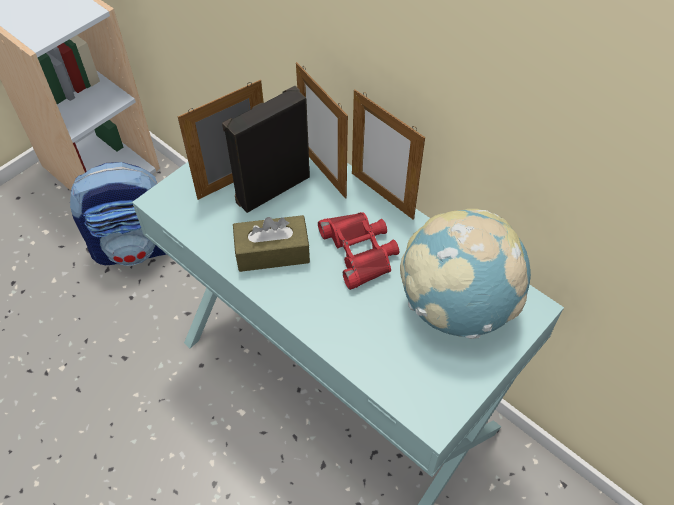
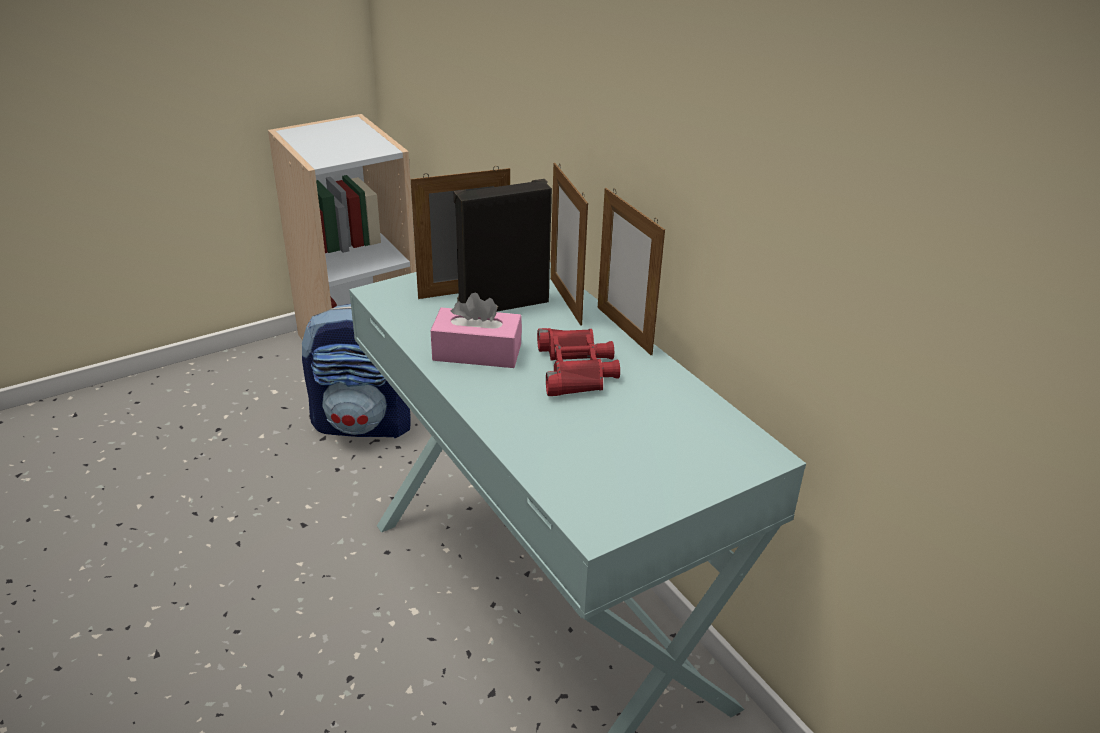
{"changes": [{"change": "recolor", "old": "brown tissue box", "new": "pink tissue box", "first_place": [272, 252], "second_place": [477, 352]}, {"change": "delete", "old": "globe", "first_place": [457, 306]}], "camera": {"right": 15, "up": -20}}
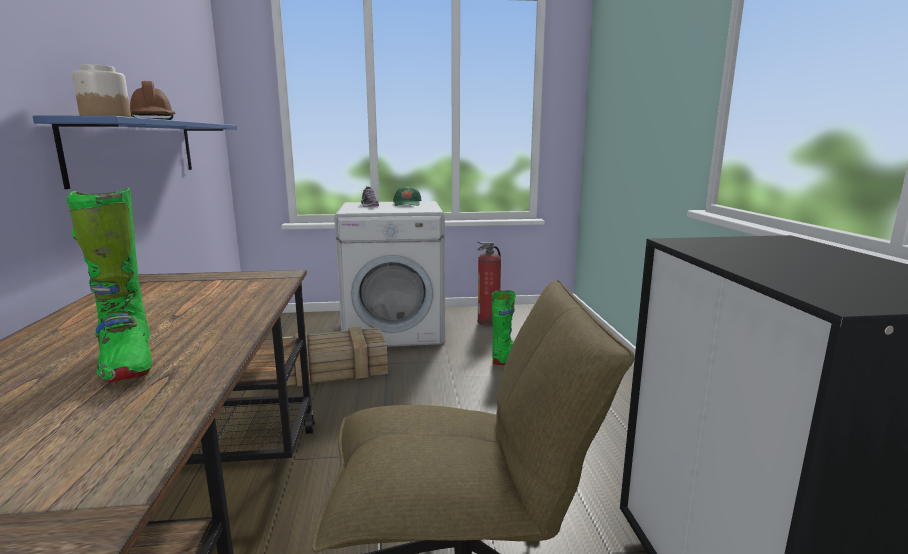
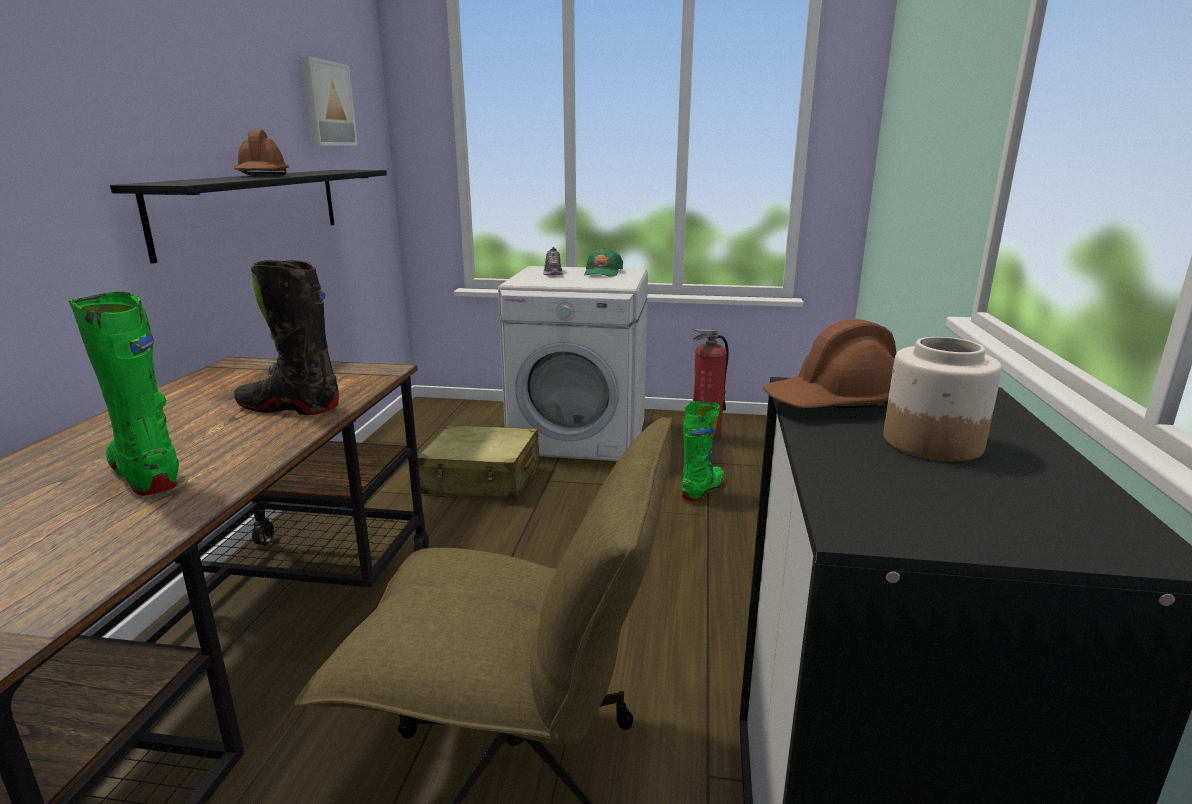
{"changes": [{"change": "recolor", "old": "blue shelf", "new": "black shelf", "first_place": [138, 149], "second_place": [254, 208]}, {"change": "rotate", "old": "green boot", "first_place": [127, 364], "second_place": [146, 475], "degrees": 150}, {"change": "move", "old": "jar", "first_place": [105, 117], "second_place": [930, 442]}, {"change": "replace", "old": "crate", "new": "beige suitcase", "first_place": [333, 369], "second_place": [482, 479]}, {"change": "insert", "new": "black boot", "second_place": [289, 408]}, {"change": "insert", "new": "picture", "second_place": [326, 104]}, {"change": "insert", "new": "brown hard hat", "second_place": [833, 404]}], "camera": {"right": 15, "up": 5}}
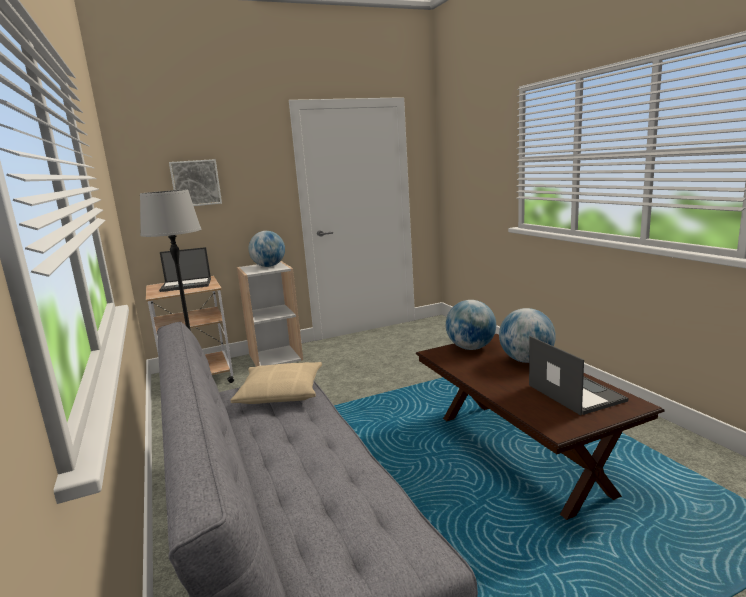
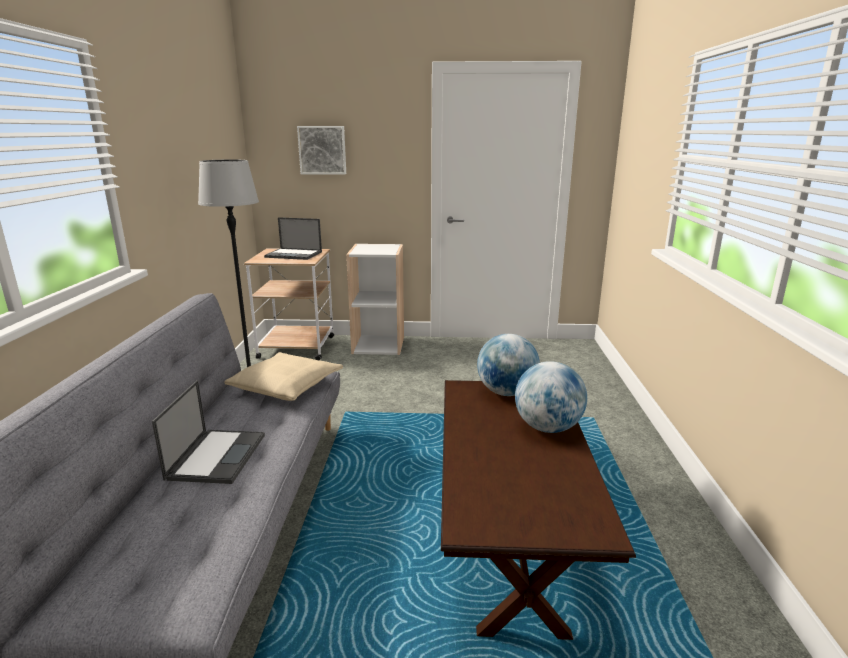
{"changes": [{"change": "delete", "old": "globe", "first_place": [269, 266]}, {"change": "move", "old": "laptop", "first_place": [574, 392], "second_place": [217, 455]}], "camera": {"right": 25, "up": 5}}
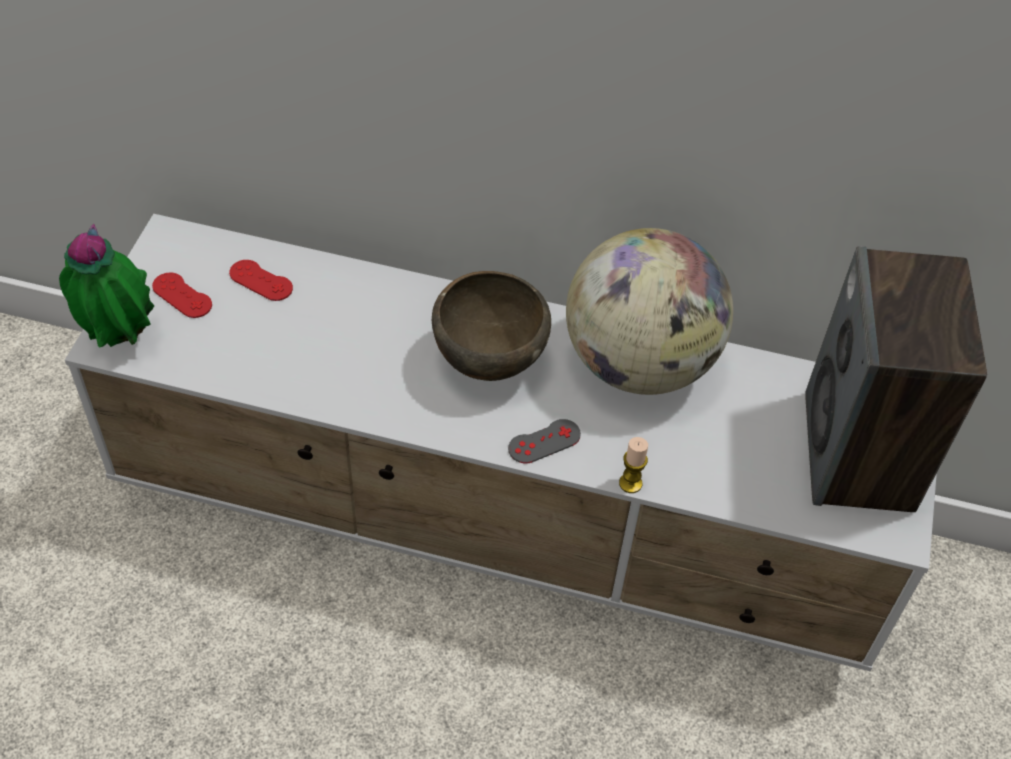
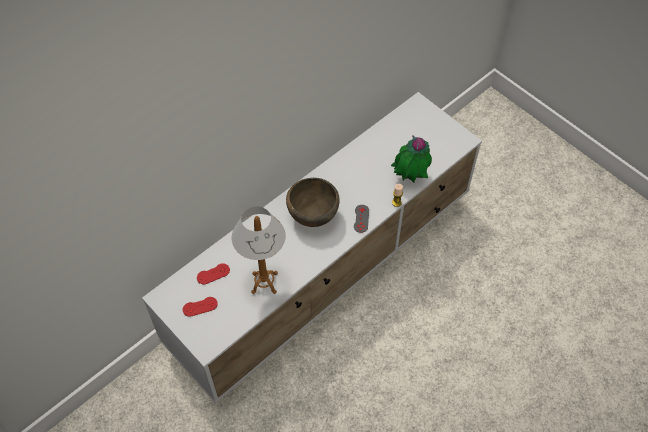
{"changes": [{"change": "move", "old": "potted plant", "first_place": [119, 339], "second_place": [409, 179]}, {"change": "delete", "old": "globe", "first_place": [639, 363]}, {"change": "delete", "old": "speaker", "first_place": [859, 453]}, {"change": "insert", "new": "table lamp", "second_place": [264, 283]}], "camera": {"right": -55, "up": 5}}
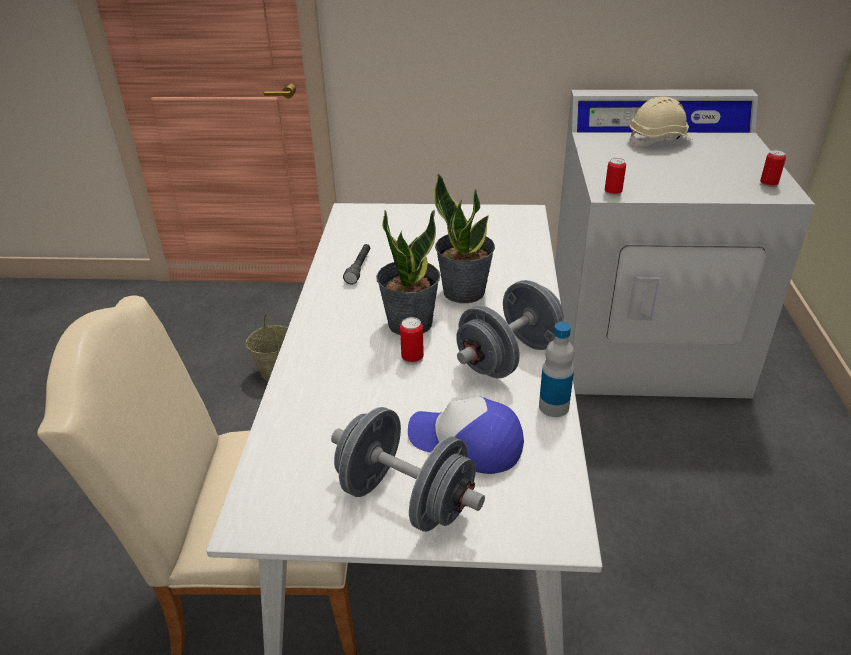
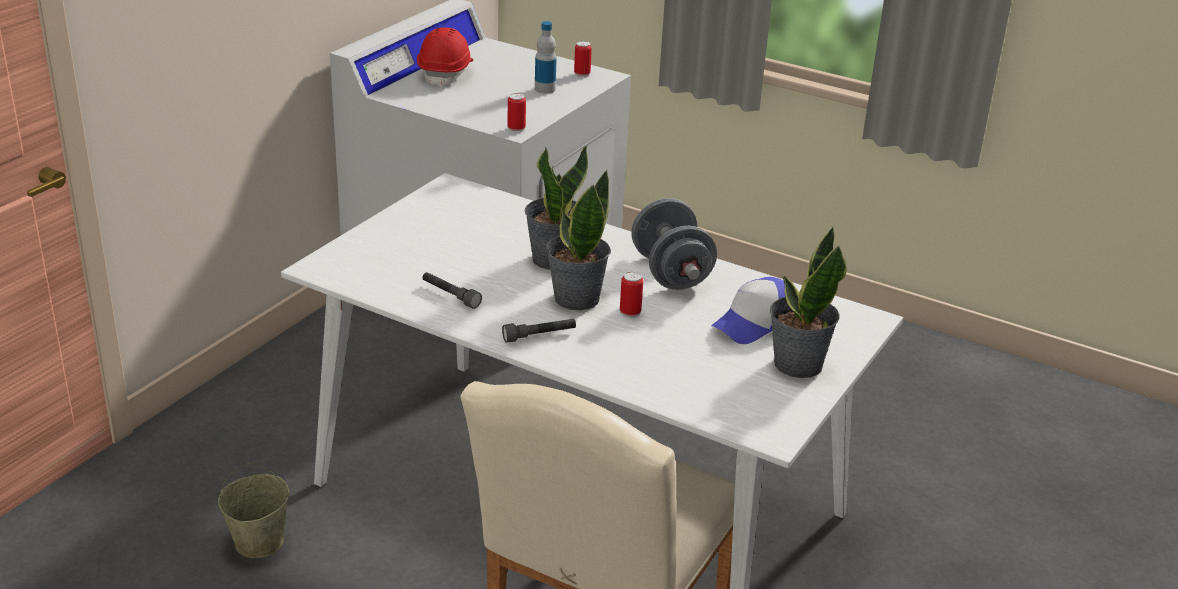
{"changes": [{"change": "replace", "old": "grey dumbbell", "new": "potted plant", "first_place": [406, 499], "second_place": [797, 364]}, {"change": "move", "old": "bottle", "first_place": [553, 406], "second_place": [545, 89]}, {"change": "recolor", "old": "beige hard hat", "new": "red hard hat", "first_place": [659, 140], "second_place": [446, 73]}, {"change": "insert", "new": "grey flashlight", "second_place": [539, 336]}], "camera": {"right": -65, "up": -5}}
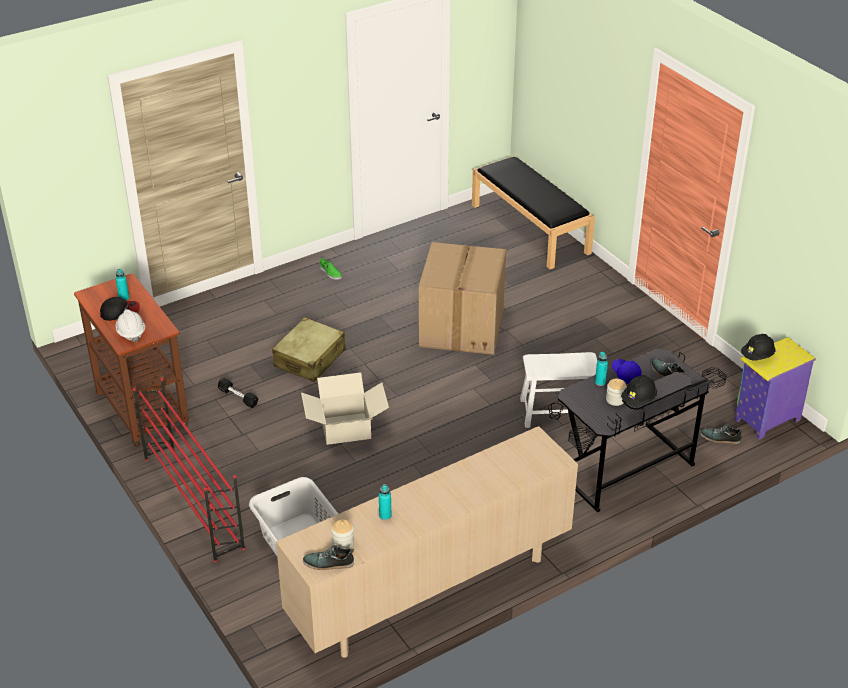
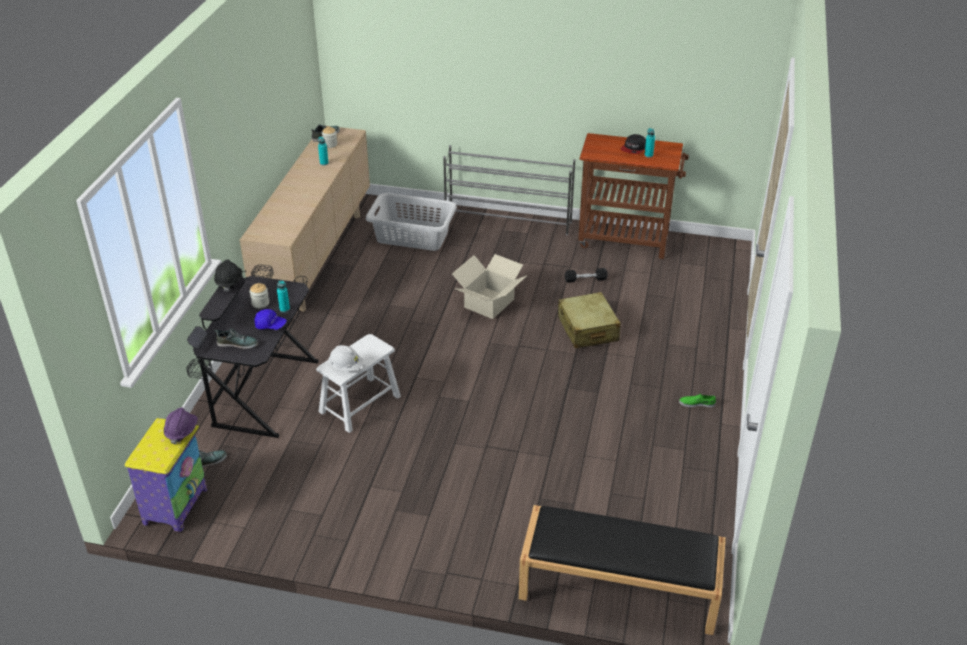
{"changes": [{"change": "move", "old": "white hard hat", "first_place": [131, 333], "second_place": [346, 367]}, {"change": "recolor", "old": "red shoe rack", "new": "grey shoe rack", "first_place": [193, 502], "second_place": [508, 221]}, {"change": "delete", "old": "cardboard box", "first_place": [463, 328]}, {"change": "recolor", "old": "black hard hat", "new": "purple hard hat", "first_place": [757, 356], "second_place": [181, 432]}], "camera": {"right": 135, "up": 0}}
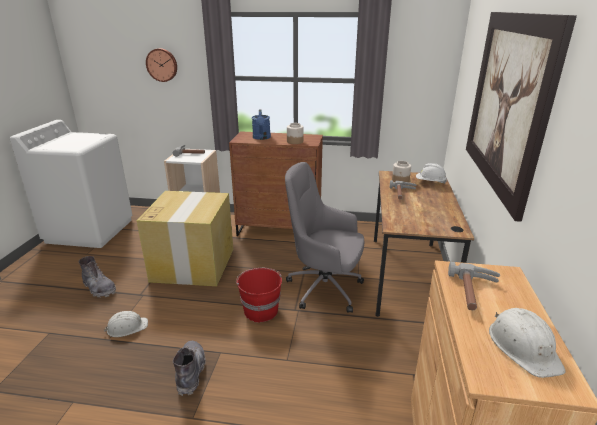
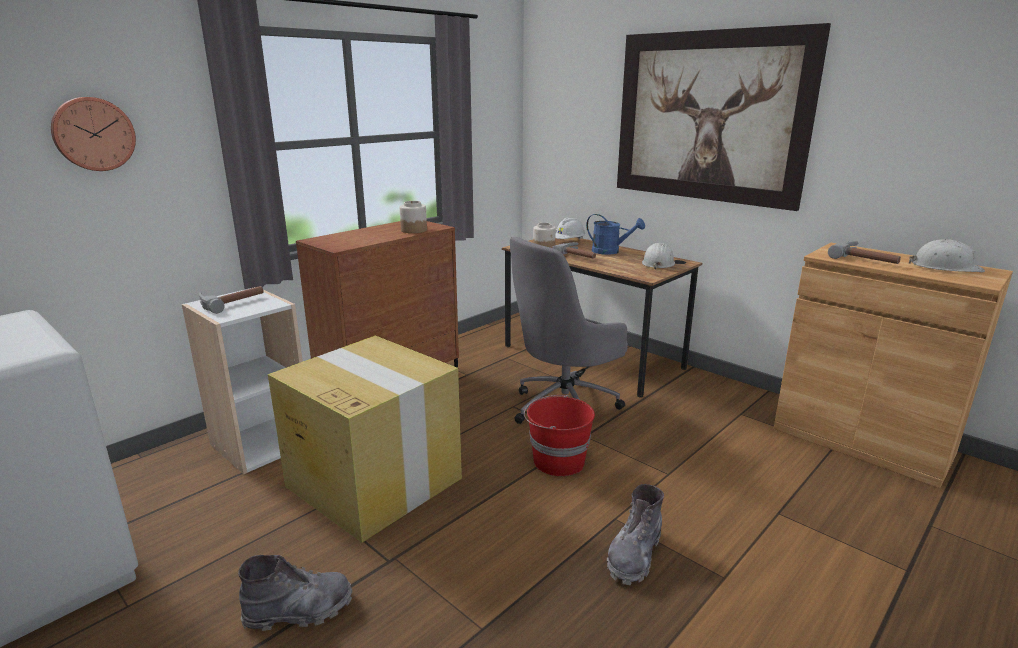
{"changes": [{"change": "move", "old": "white hard hat", "first_place": [127, 327], "second_place": [658, 263]}, {"change": "rotate", "old": "grey boot", "first_place": [190, 371], "second_place": [634, 555], "degrees": -90}, {"change": "move", "old": "blue watering can", "first_place": [261, 138], "second_place": [610, 251]}], "camera": {"right": -55, "up": -5}}
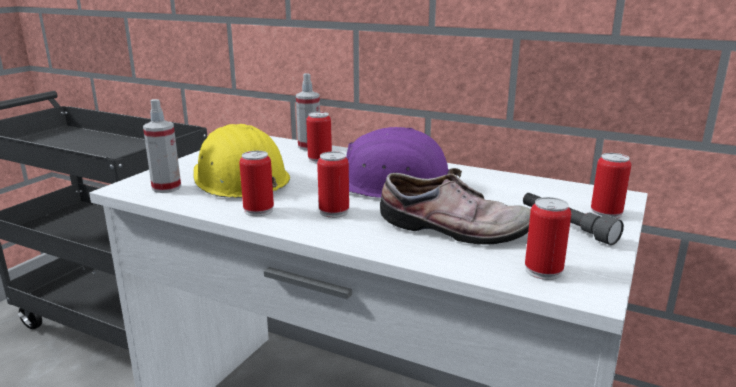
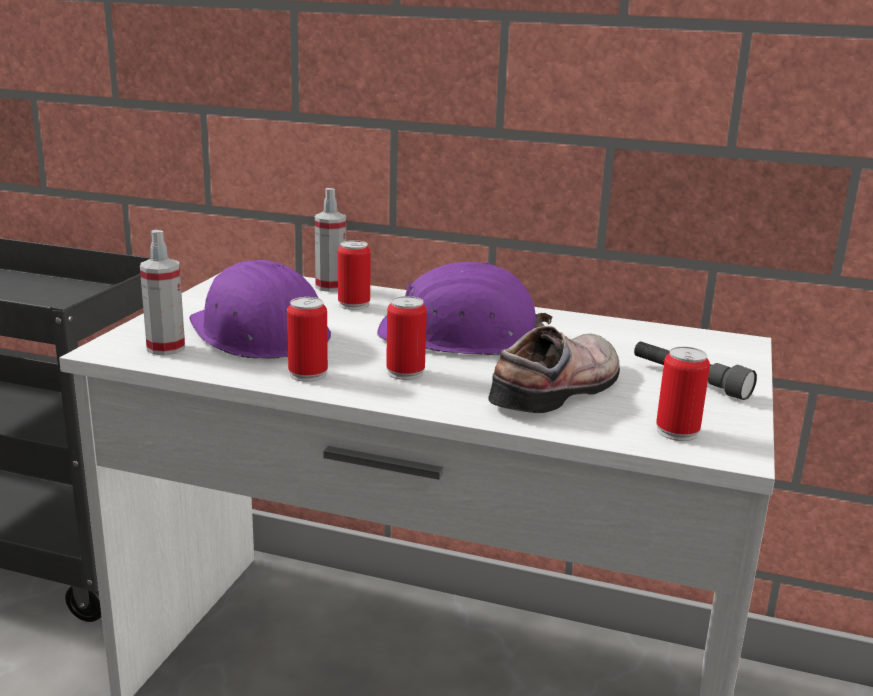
{"changes": [{"change": "recolor", "old": "yellow hard hat", "new": "purple hard hat", "first_place": [239, 179], "second_place": [259, 334]}, {"change": "rotate", "old": "shoe", "first_place": [454, 229], "second_place": [561, 389], "degrees": -60}, {"change": "delete", "old": "can", "first_place": [606, 213]}], "camera": {"right": -10, "up": 0}}
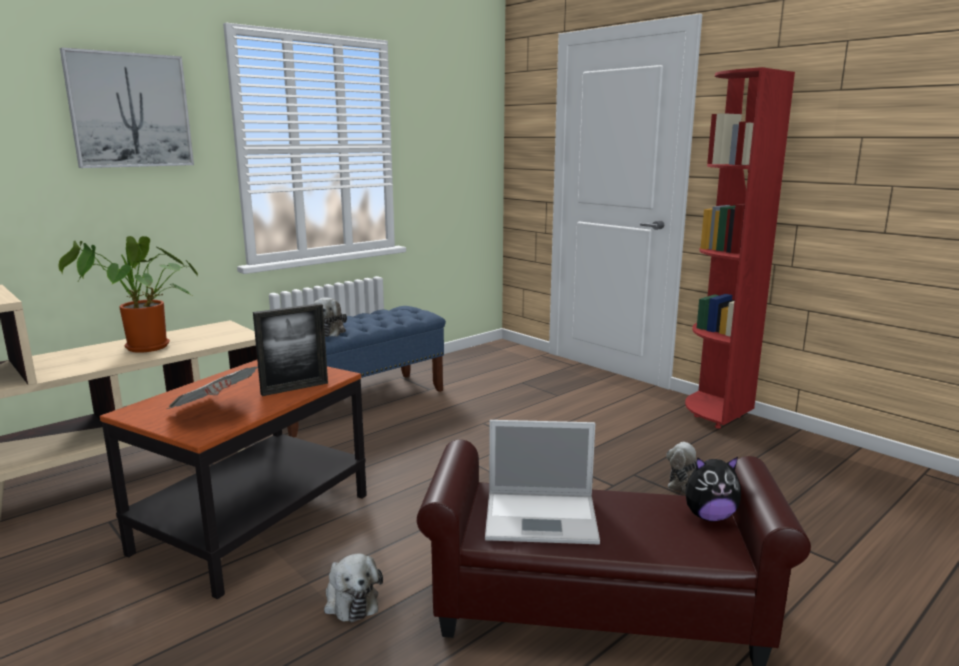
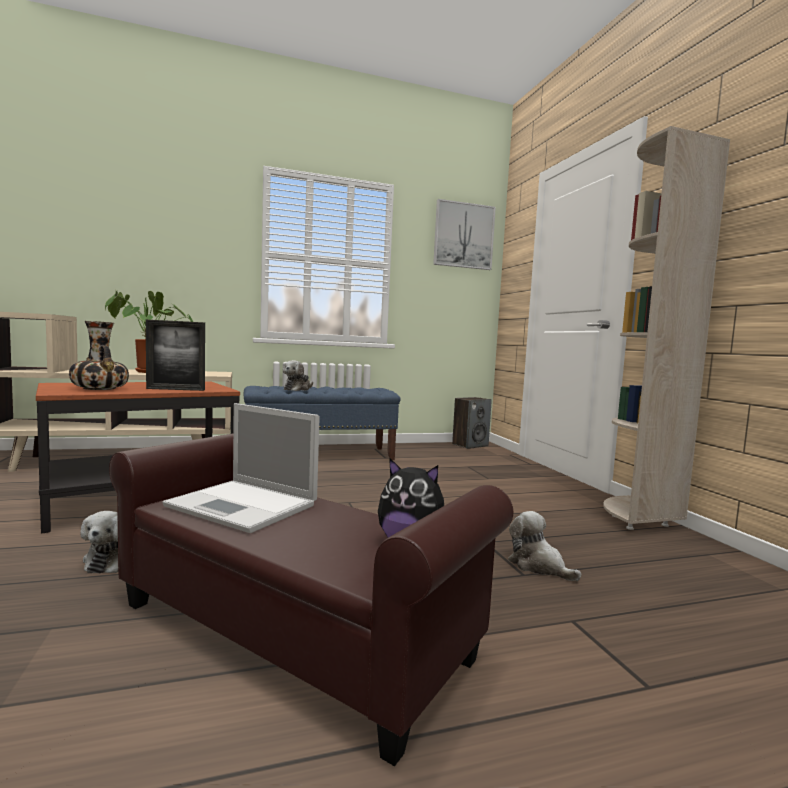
{"changes": [{"change": "move", "old": "picture", "first_place": [130, 110], "second_place": [463, 235]}, {"change": "replace", "old": "newspaper", "new": "vase", "first_place": [215, 410], "second_place": [99, 388]}, {"change": "recolor", "old": "red bookcase", "new": "beige bookcase", "first_place": [713, 416], "second_place": [635, 519]}, {"change": "insert", "new": "speaker", "second_place": [470, 445]}], "camera": {"right": 25, "up": -10}}
